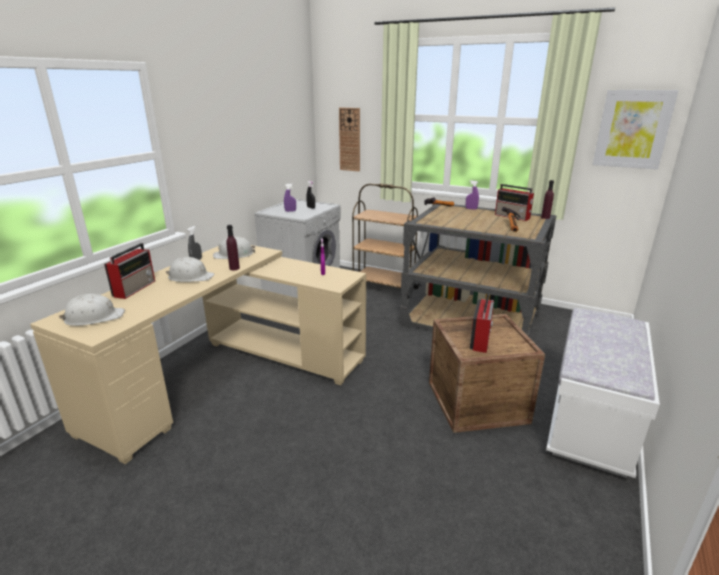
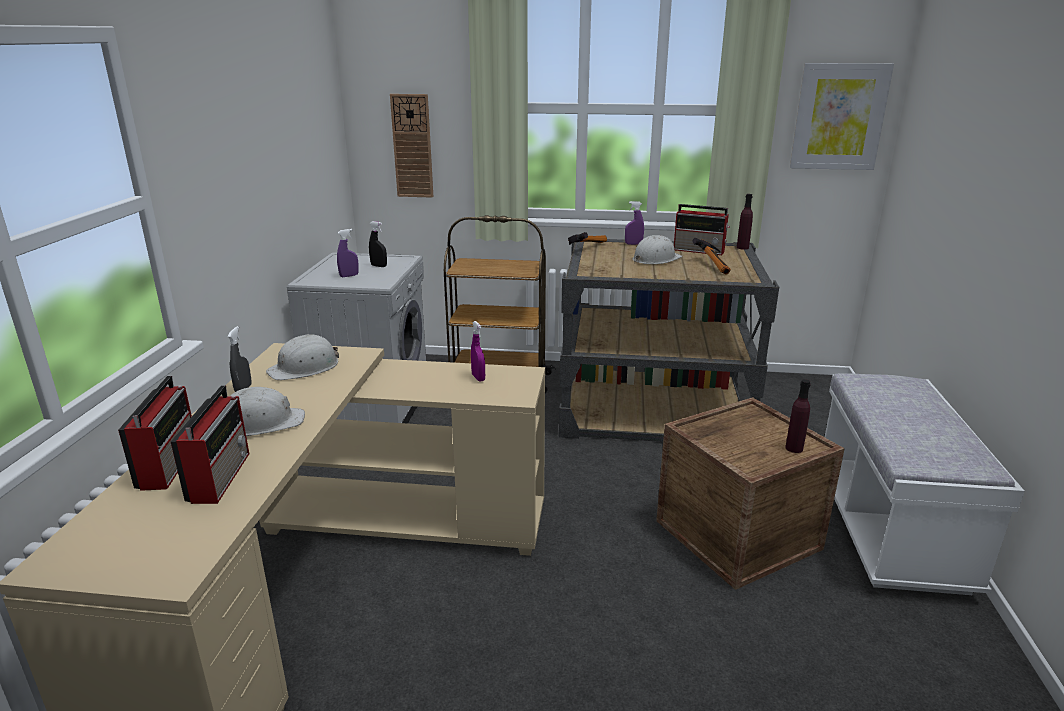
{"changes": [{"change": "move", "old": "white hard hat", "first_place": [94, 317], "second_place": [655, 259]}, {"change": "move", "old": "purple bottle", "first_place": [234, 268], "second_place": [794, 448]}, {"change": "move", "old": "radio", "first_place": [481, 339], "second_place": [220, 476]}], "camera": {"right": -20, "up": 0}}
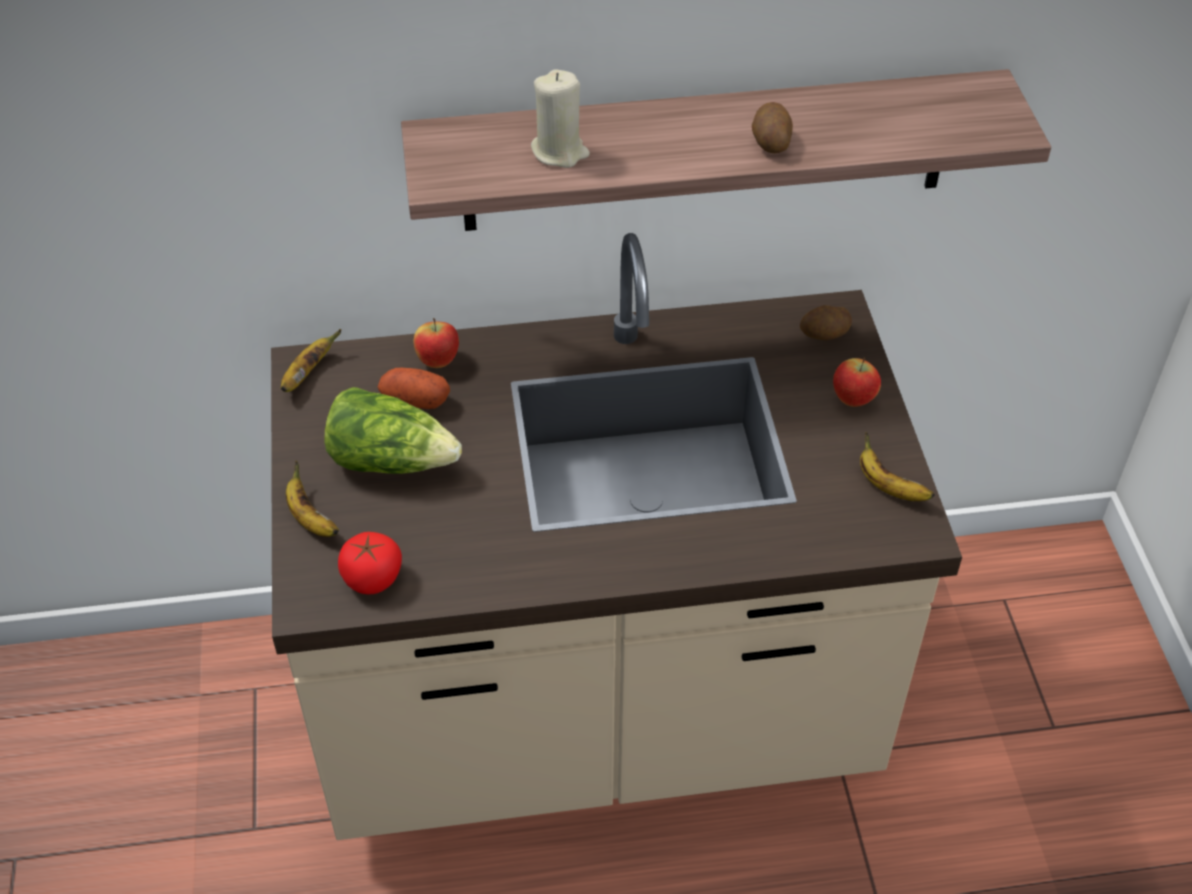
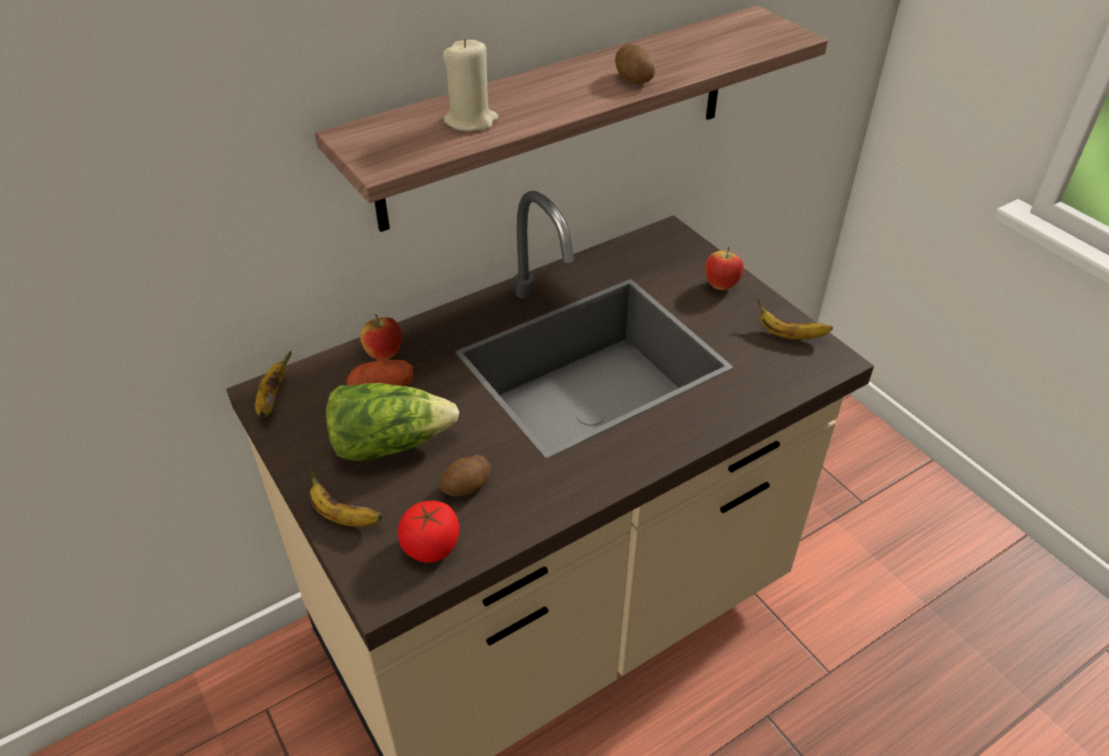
{"changes": [{"change": "move", "old": "potato", "first_place": [825, 334], "second_place": [467, 487]}], "camera": {"right": -25, "up": -5}}
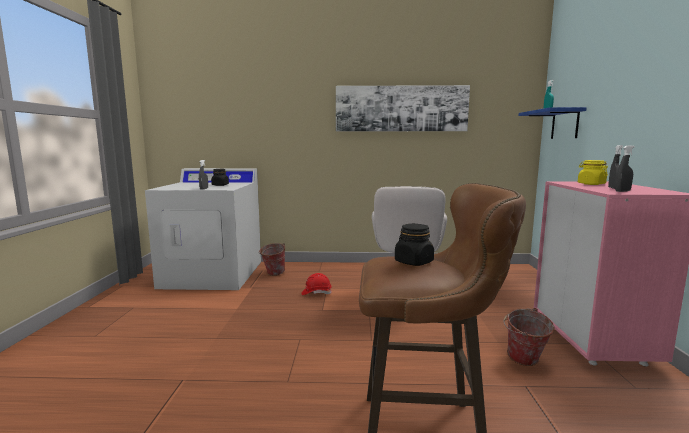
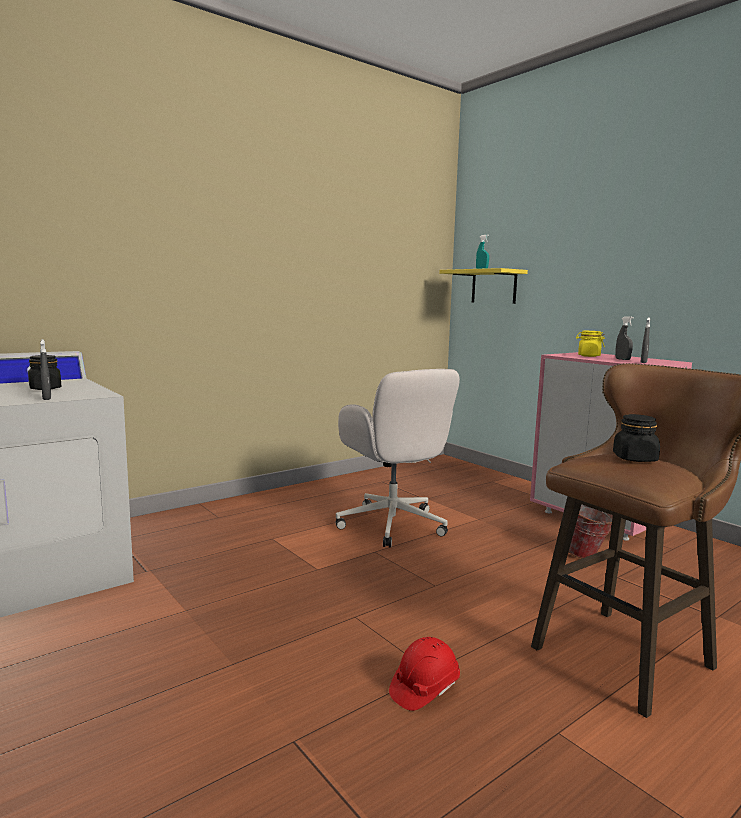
{"changes": [{"change": "delete", "old": "bucket", "first_place": [273, 274]}, {"change": "move", "old": "red hard hat", "first_place": [316, 293], "second_place": [424, 688]}, {"change": "delete", "old": "picture", "first_place": [401, 108]}, {"change": "recolor", "old": "blue shelf", "new": "yellow shelf", "first_place": [565, 124], "second_place": [494, 286]}], "camera": {"right": -40, "up": 0}}
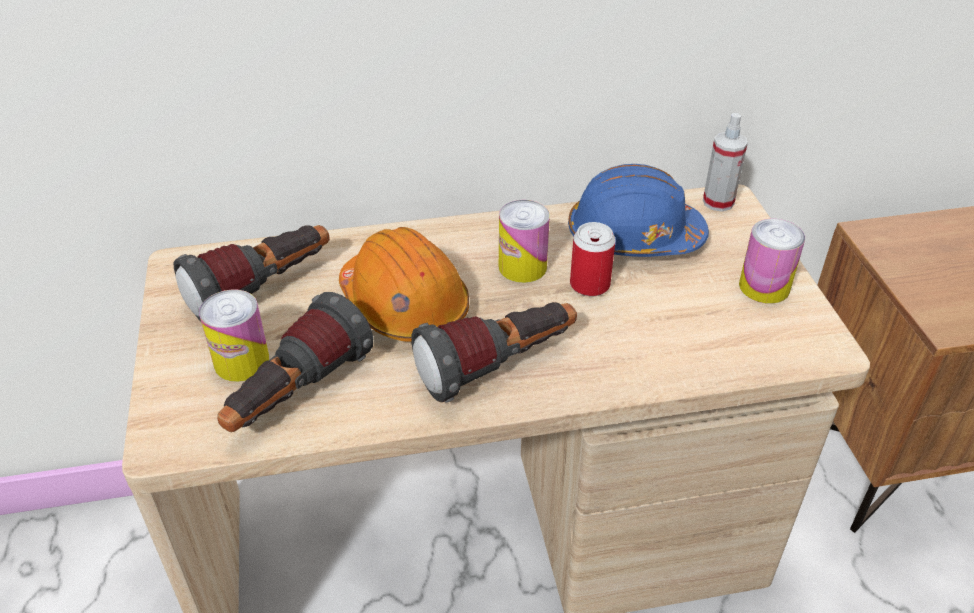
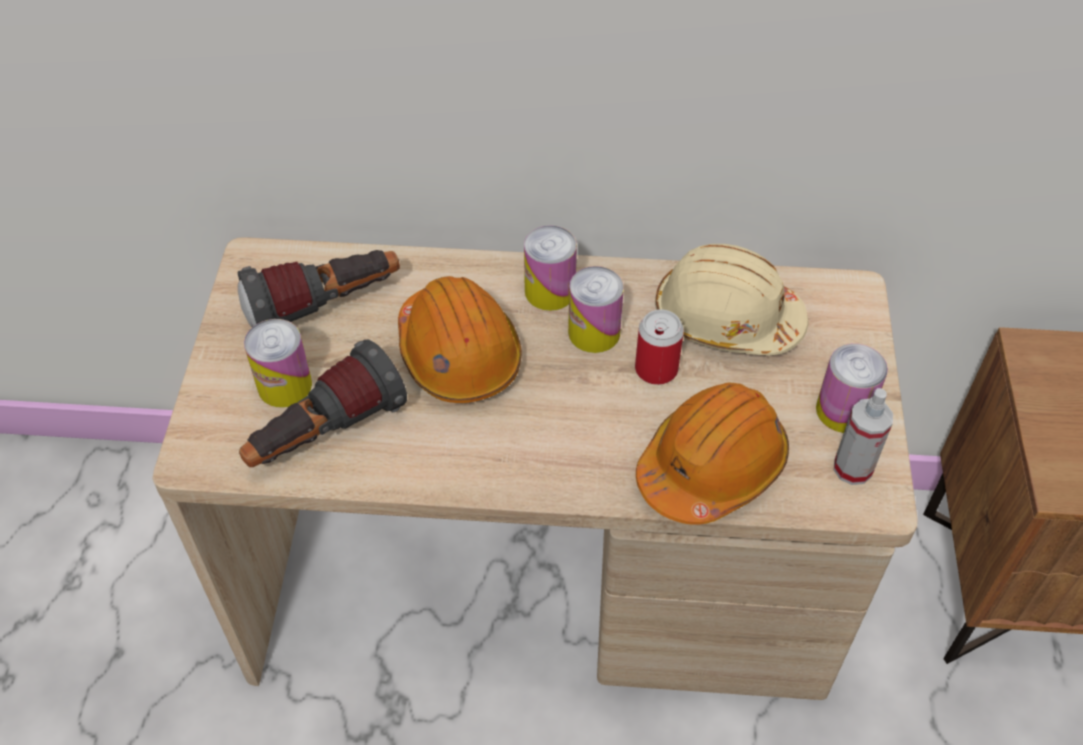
{"changes": [{"change": "delete", "old": "flashlight", "first_place": [498, 367]}, {"change": "recolor", "old": "blue hard hat", "new": "beige hard hat", "first_place": [633, 237], "second_place": [726, 319]}, {"change": "move", "old": "spray bottle", "first_place": [718, 202], "second_place": [852, 468]}, {"change": "insert", "new": "can", "second_place": [550, 291]}, {"change": "insert", "new": "orange hard hat", "second_place": [711, 466]}], "camera": {"right": 15, "up": 10}}
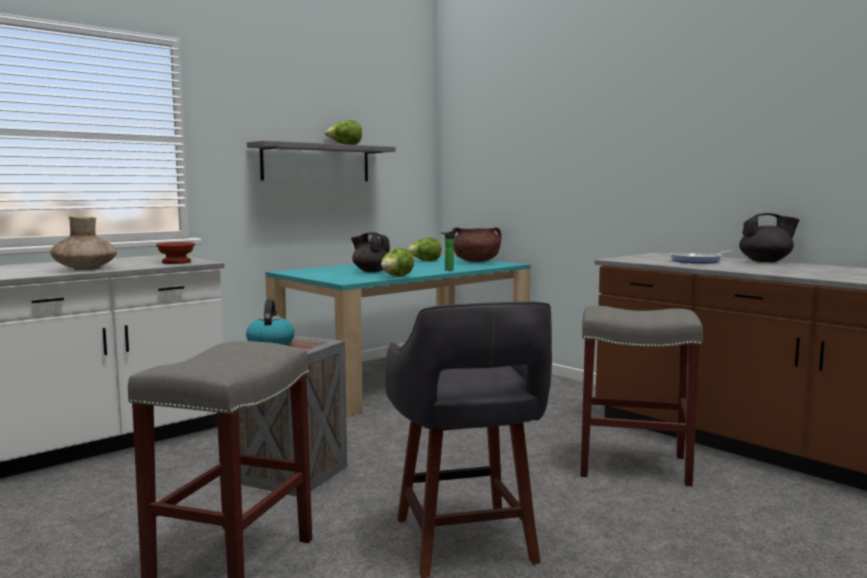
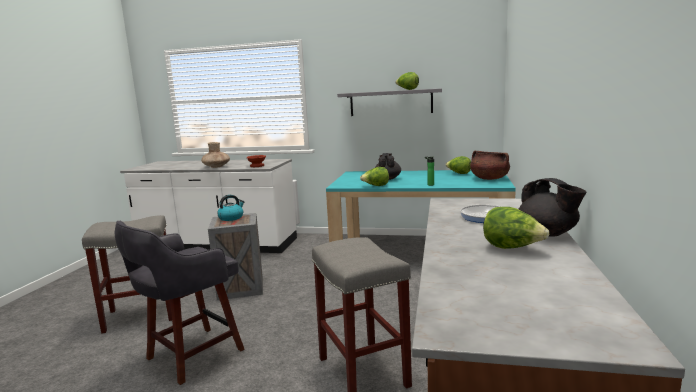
{"changes": [{"change": "insert", "new": "lettuce", "second_place": [512, 248]}], "camera": {"right": 55, "up": 5}}
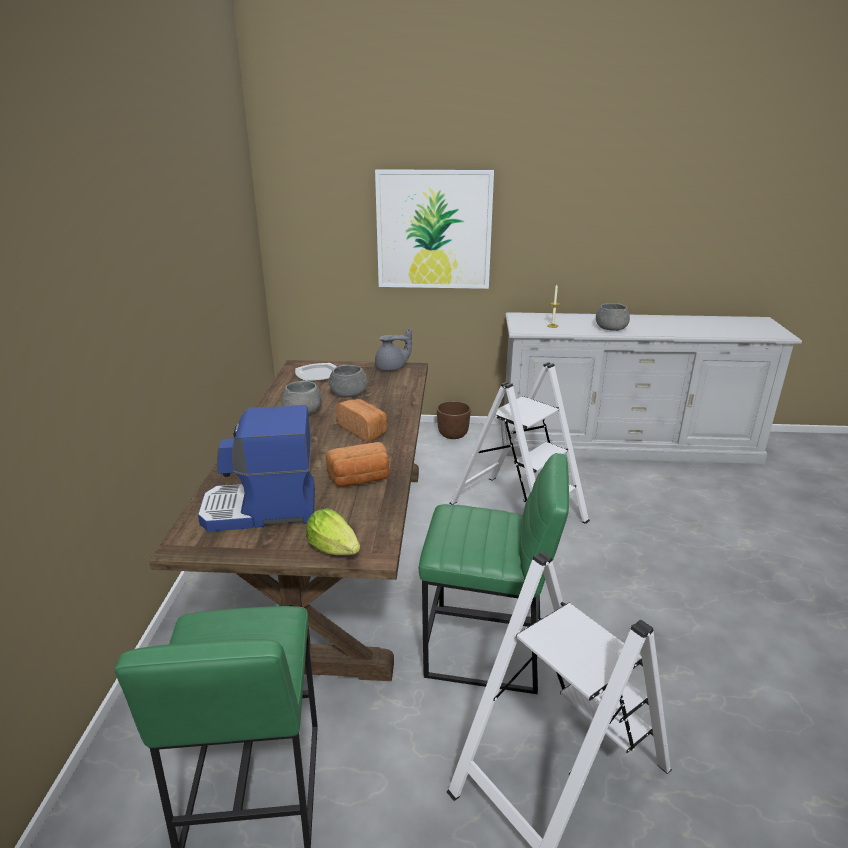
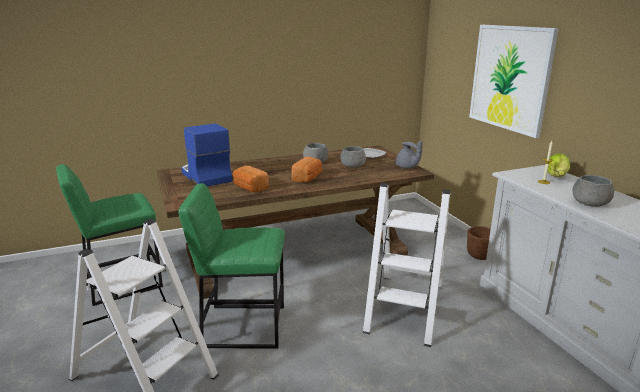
{"changes": [{"change": "move", "old": "lettuce", "first_place": [333, 548], "second_place": [557, 176]}, {"change": "rotate", "old": "green chair", "first_place": [487, 648], "second_place": [242, 326], "degrees": 105}], "camera": {"right": 65, "up": -5}}
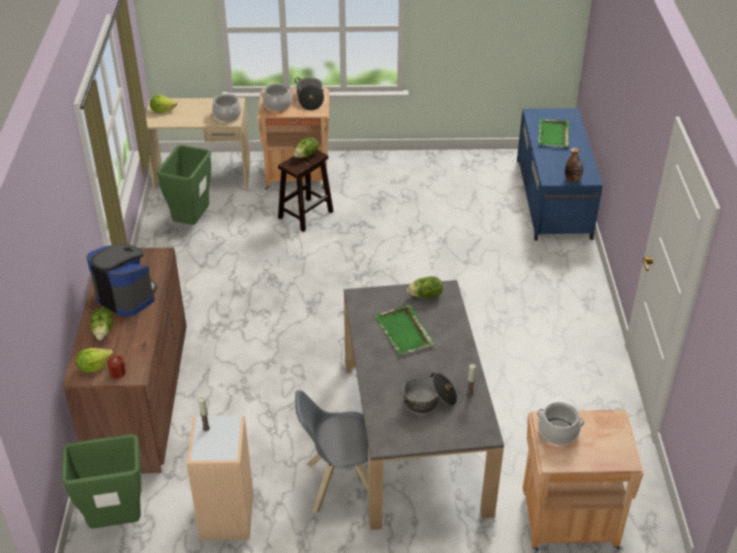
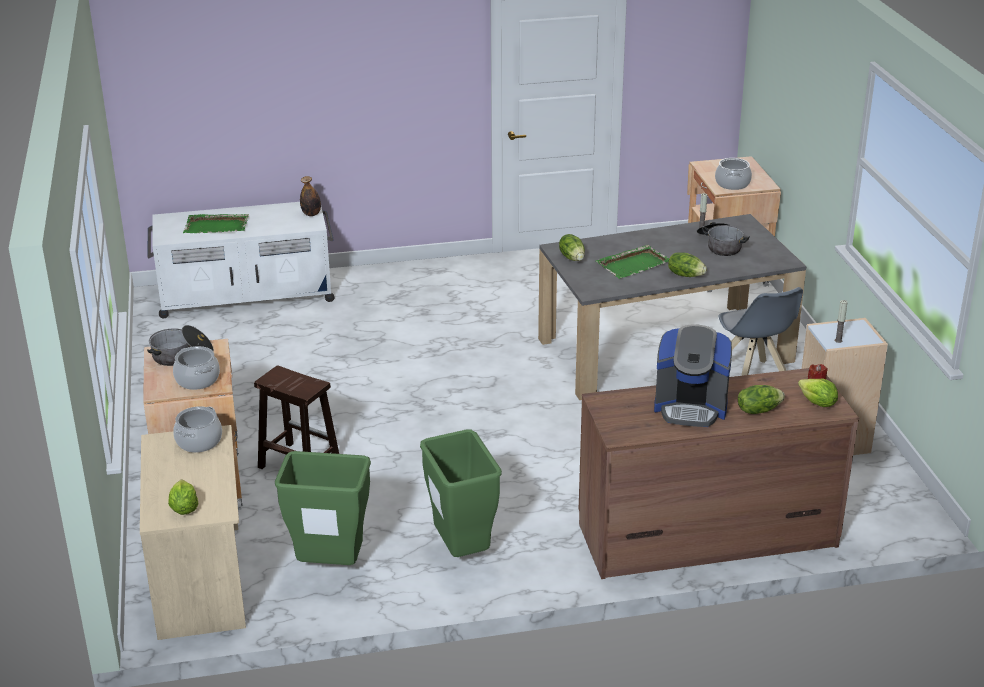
{"changes": [{"change": "move", "old": "green trash can", "first_place": [117, 521], "second_place": [461, 551]}, {"change": "rotate", "old": "coffee machine", "first_place": [126, 296], "second_place": [690, 407], "degrees": -105}, {"change": "move", "old": "lettuce", "first_place": [306, 155], "second_place": [685, 275]}, {"change": "recolor", "old": "blue cabinet", "new": "white cabinet", "first_place": [552, 199], "second_place": [247, 293]}], "camera": {"right": -100, "up": -10}}
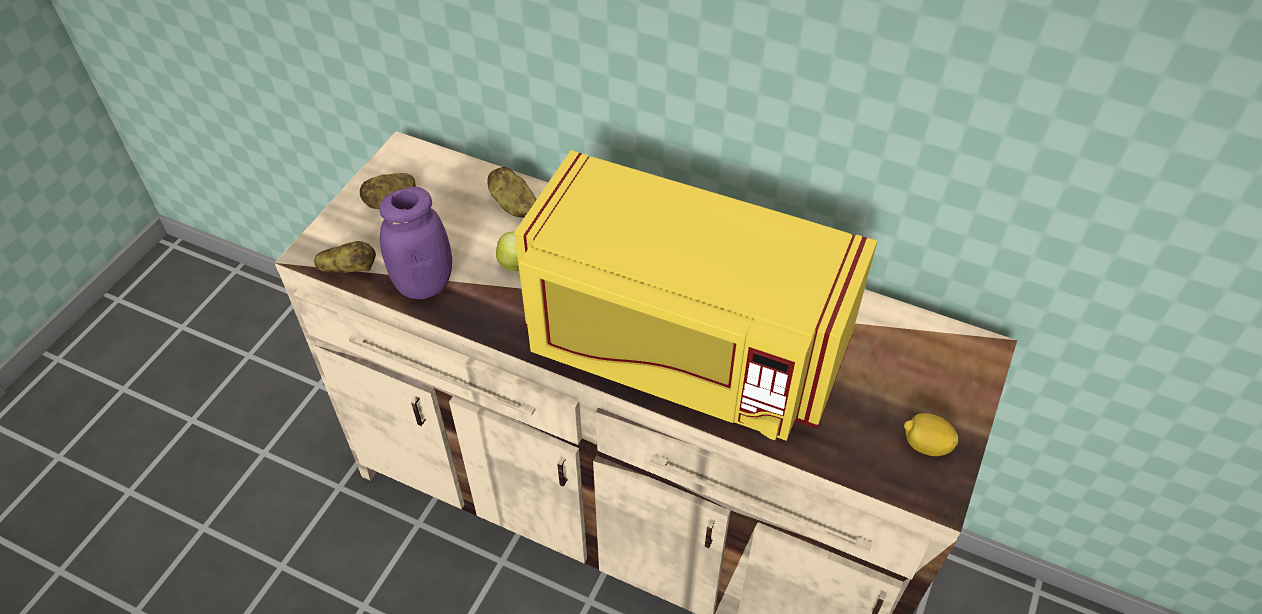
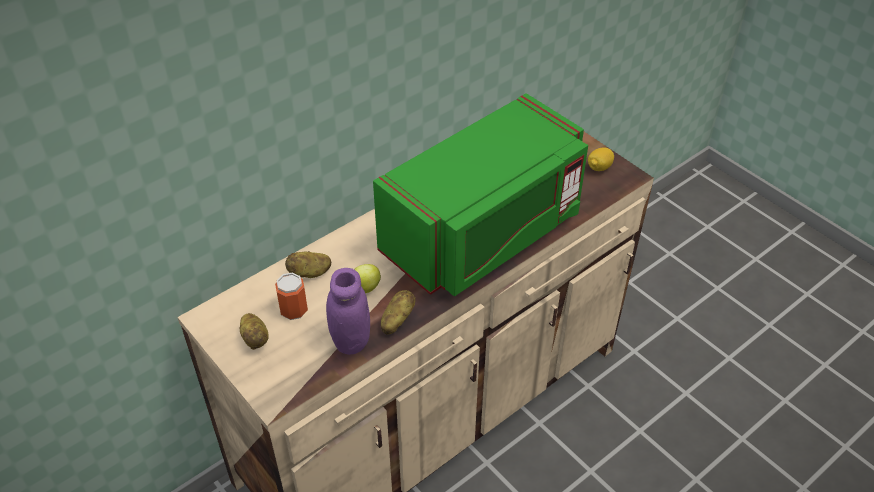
{"changes": [{"change": "move", "old": "potato", "first_place": [349, 269], "second_place": [397, 320]}, {"change": "recolor", "old": "yellow microwave", "new": "green microwave", "first_place": [682, 348], "second_place": [483, 234]}, {"change": "insert", "new": "can", "second_place": [294, 310]}], "camera": {"right": -65, "up": -5}}
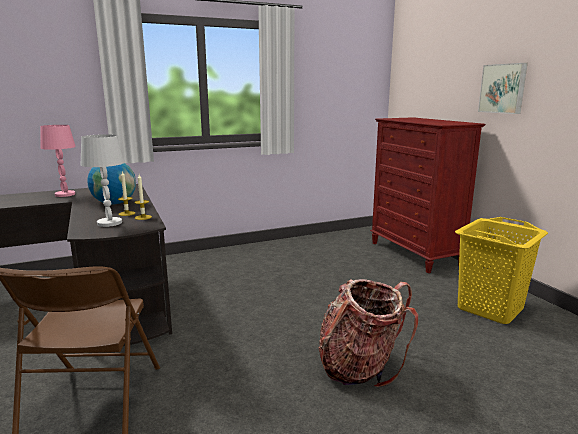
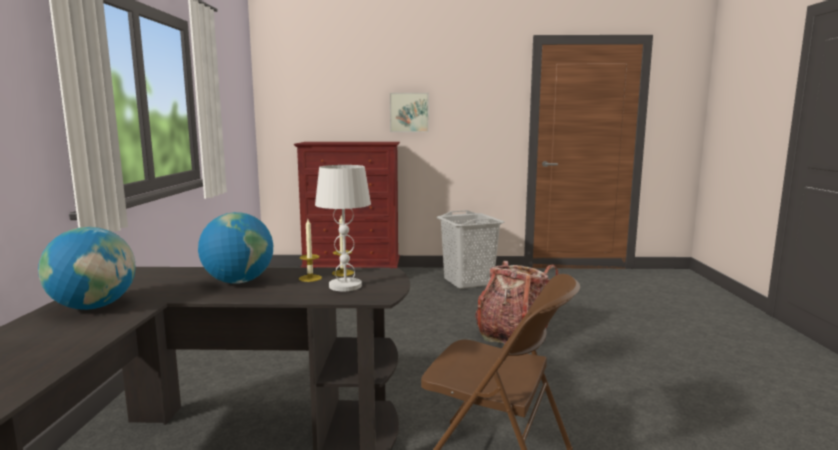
{"changes": [{"change": "replace", "old": "pink table lamp", "new": "globe", "first_place": [65, 194], "second_place": [94, 306]}, {"change": "recolor", "old": "yellow laundry basket", "new": "grey laundry basket", "first_place": [490, 308], "second_place": [468, 281]}], "camera": {"right": -65, "up": -5}}
